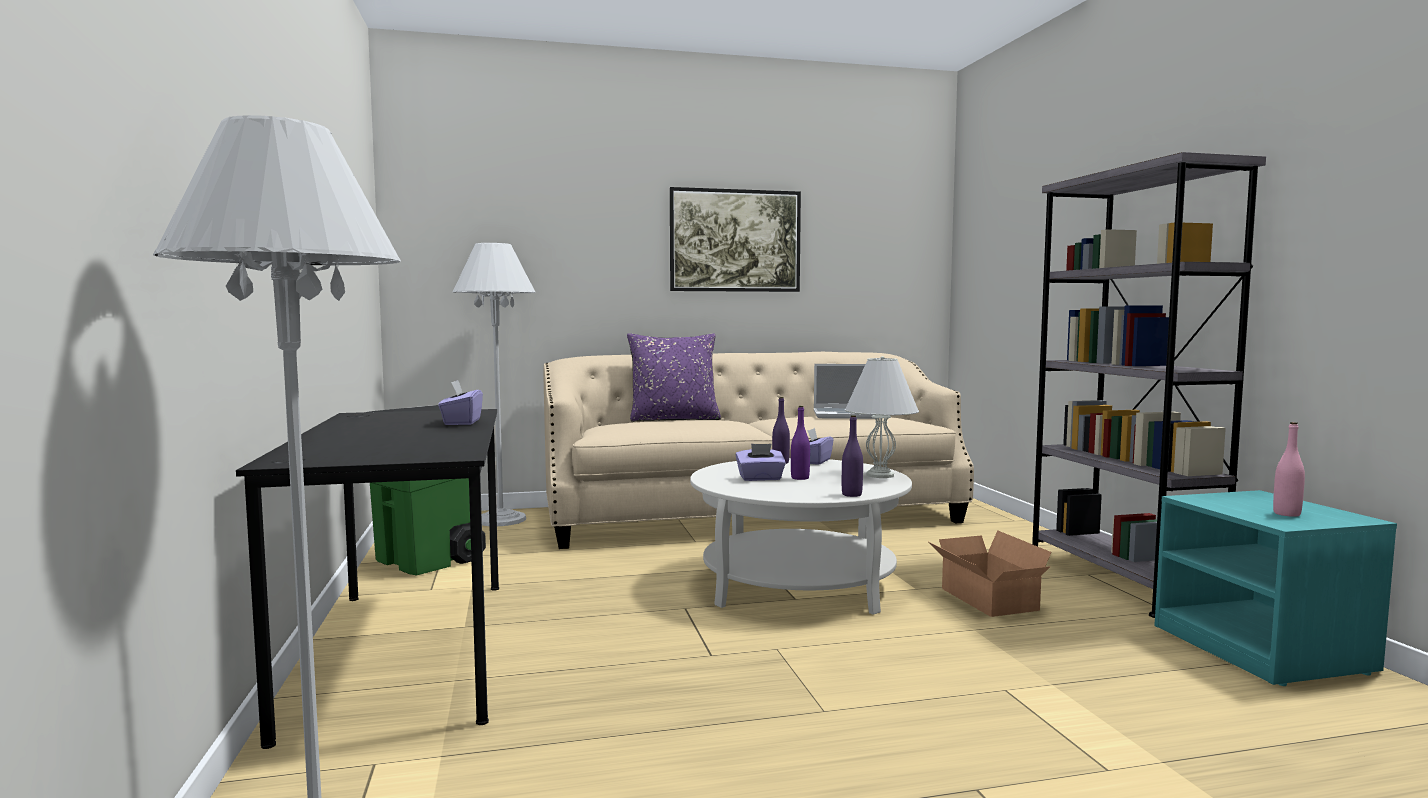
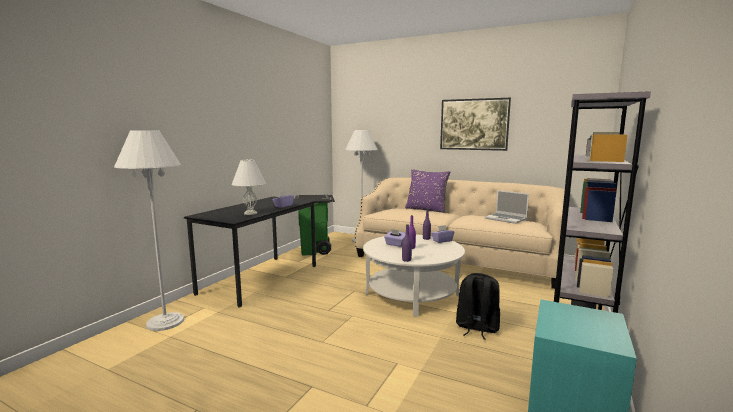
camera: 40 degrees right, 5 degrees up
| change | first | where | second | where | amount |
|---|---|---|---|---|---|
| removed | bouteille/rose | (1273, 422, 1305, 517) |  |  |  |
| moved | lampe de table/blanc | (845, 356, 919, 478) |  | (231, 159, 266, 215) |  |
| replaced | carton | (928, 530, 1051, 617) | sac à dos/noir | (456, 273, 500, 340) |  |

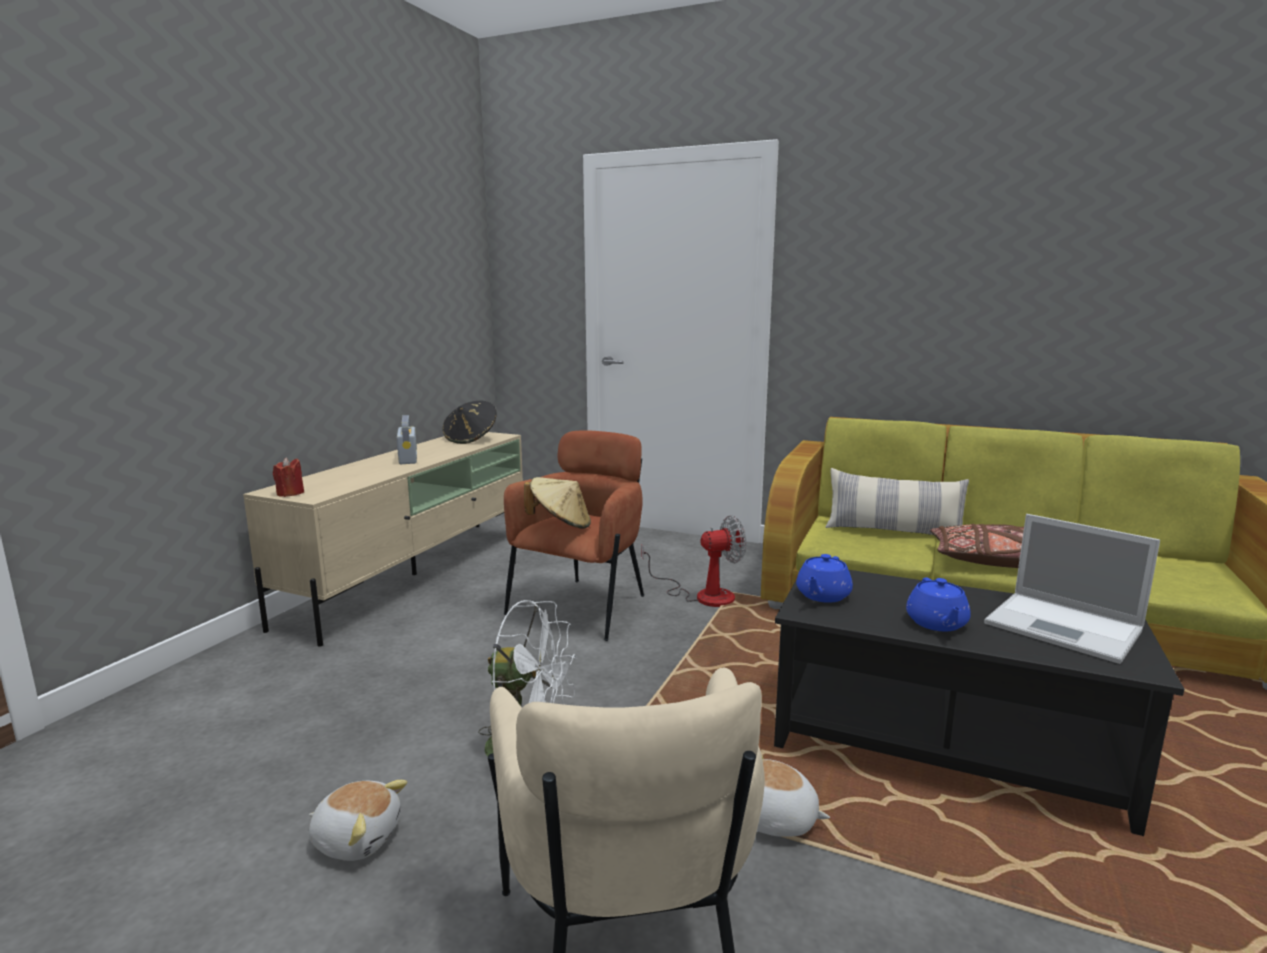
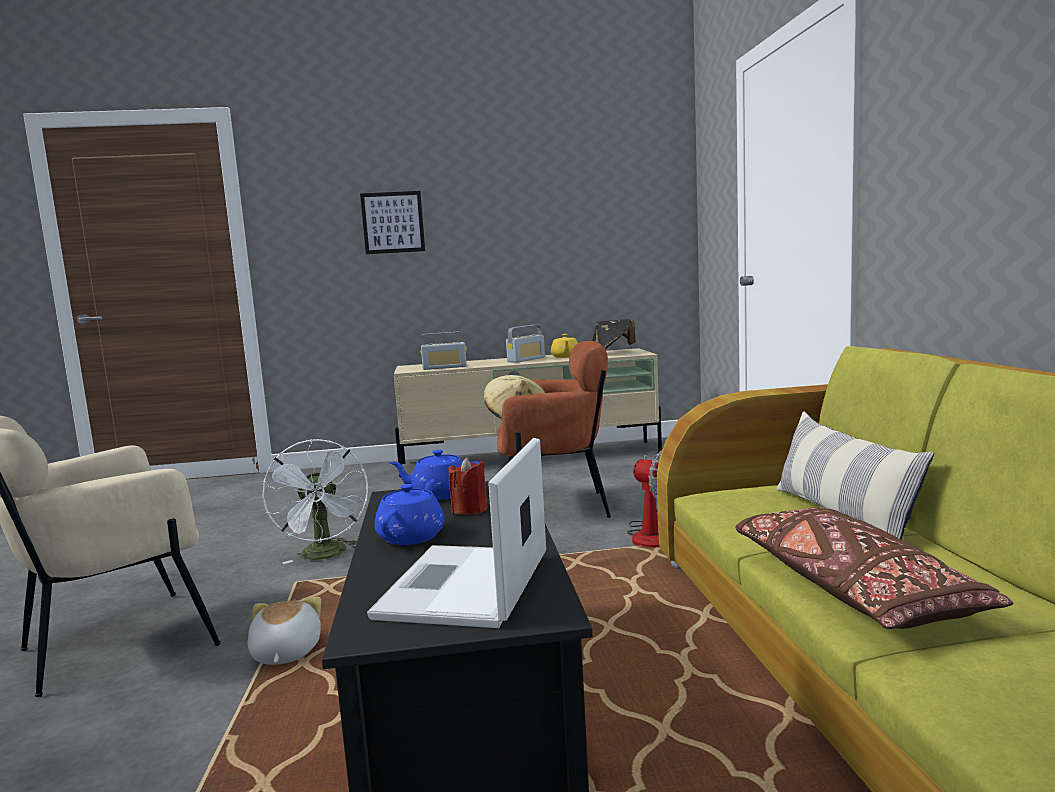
camera: 60 degrees right, 5 degrees down
| change | first | where | second | where | amount |
|---|---|---|---|---|---|
| removed | peluche | (309, 780, 407, 861) |  |  |  |
| added |  |  | tableau | (360, 191, 425, 254) |  |
| added |  |  | radio | (420, 332, 467, 370) |  |
| added |  |  | théière/jaune | (551, 334, 578, 358) |  |
| moved | bougie/rouge | (273, 458, 304, 497) |  | (449, 457, 488, 515) |  |
| turned | théière/bleu | (906, 577, 971, 631) |  | (375, 479, 445, 545) | 135 degrees clockwise |

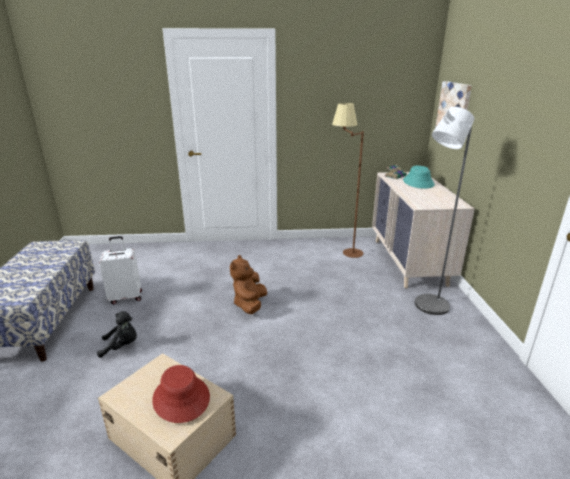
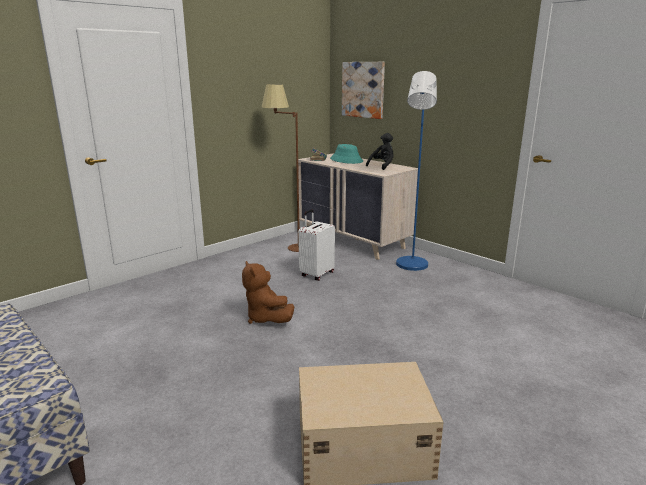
camera: 40 degrees left, 5 degrees down
| change | first | where | second | where | amount |
|---|---|---|---|---|---|
| removed | chapeau/rouge | (152, 365, 210, 423) |  |  |  |
| moved | peluche/noir | (97, 311, 137, 358) |  | (366, 133, 394, 170) |  |
| moved | valise/blanc | (99, 236, 142, 304) |  | (298, 209, 335, 281) |  |
| recoloured | lampadaire/gris | (415, 107, 475, 315) | lampadaire/bleu | (396, 71, 437, 271) |  |

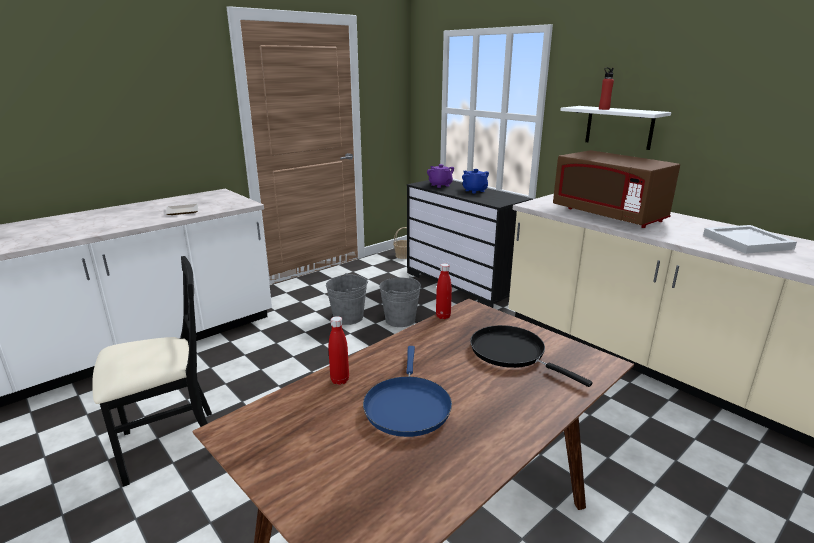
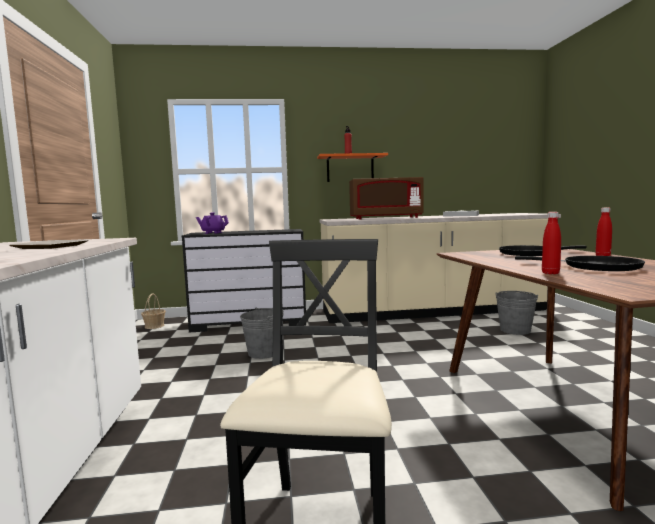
camera: 55 degrees left, 15 degrees down
| change | first | where | second | where | amount |
|---|---|---|---|---|---|
| removed | théière/bleu | (462, 169, 489, 193) |  |  |  |
| moved | seau/gris | (326, 273, 368, 325) |  | (495, 291, 538, 335) |  |
| moved | bouteille/rouge | (436, 263, 452, 319) |  | (595, 208, 612, 256) |  |
| recoloured | poêle/bleu | (363, 346, 452, 437) | poêle/noir | (515, 256, 645, 271) |  |
| recoloured | étagère/blanc | (560, 106, 671, 150) | étagère/orange | (317, 153, 388, 182) |  |

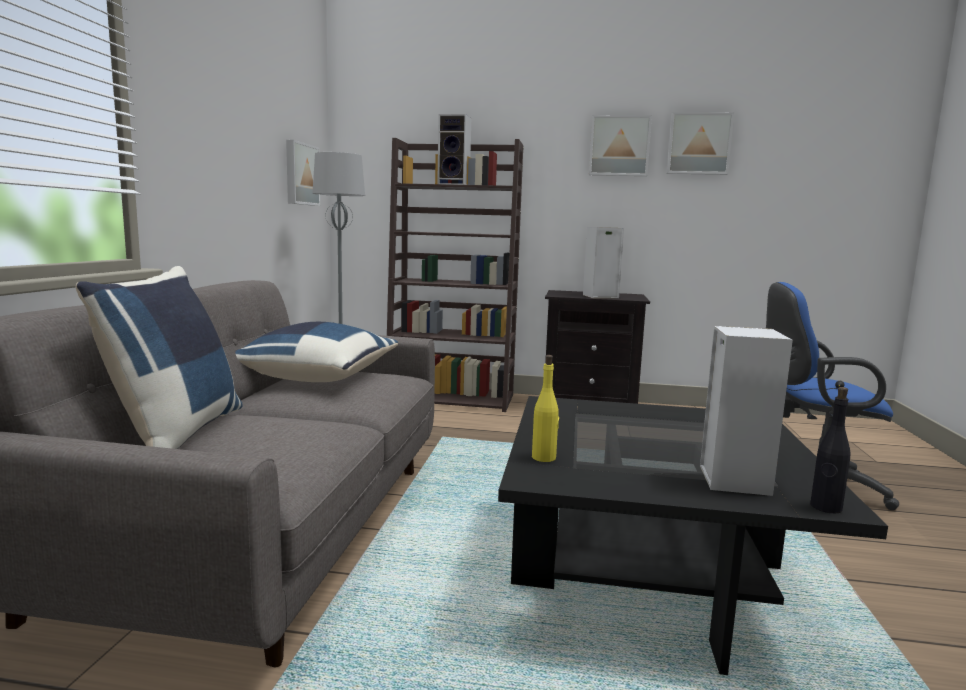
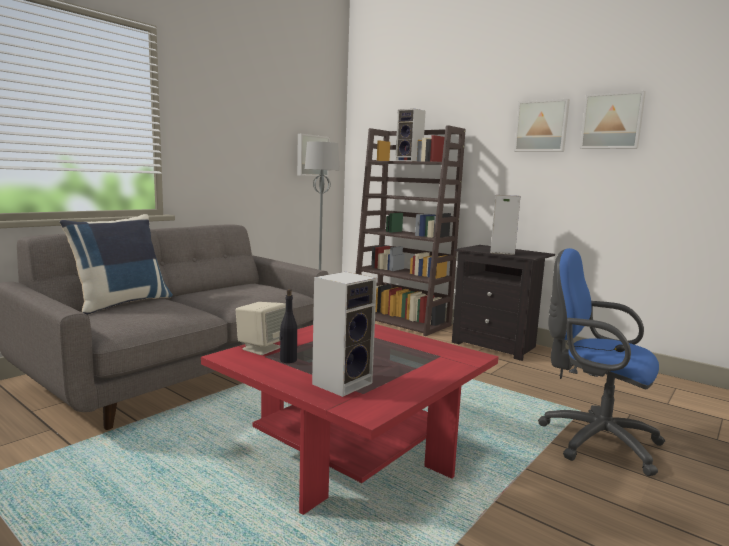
camera: 30 degrees right, 0 degrees up
| change | first | where | second | where | amount |
|---|---|---|---|---|---|
| removed | coussin/bleu | (235, 322, 398, 382) |  |  |  |
| moved | bouteille/noir | (810, 387, 850, 513) |  | (280, 289, 297, 363) |  |
| replaced | bouteille/jaune | (532, 355, 559, 462) | enceinte/beige | (236, 302, 286, 355) |  |
| recoloured | table basse/noir | (498, 396, 888, 675) | table basse/rouge | (201, 324, 499, 515) |  |

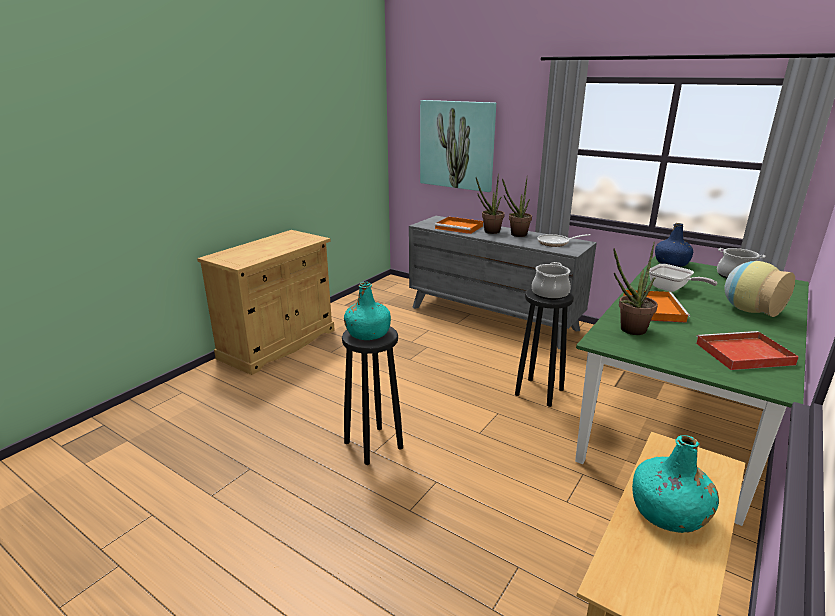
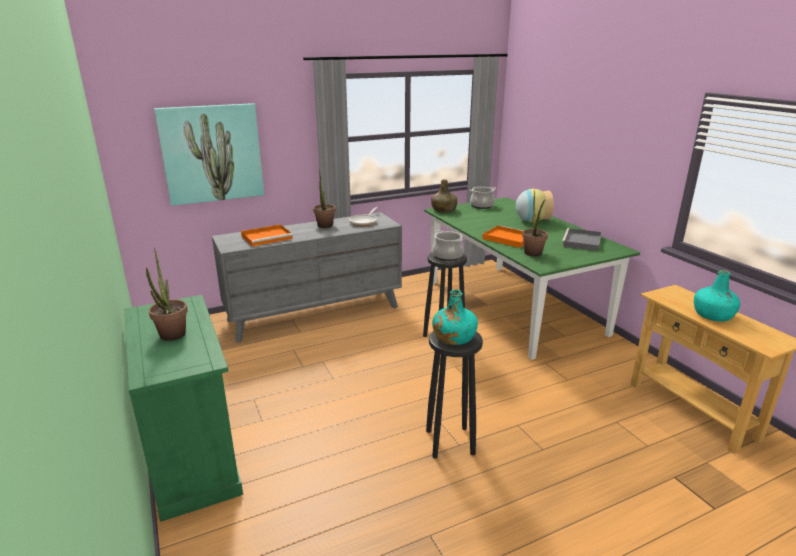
camera: 60 degrees left, 0 degrees up
| change | first | where | second | where | amount |
|---|---|---|---|---|---|
| removed | poêle | (649, 264, 718, 292) |  |  |  |
| moved | plante en pot | (476, 173, 505, 234) |  | (146, 248, 188, 341) |  |
| recoloured | meuble de rangement/beige | (197, 230, 335, 375) | meuble de rangement/vert | (125, 295, 243, 522) |  |
| recoloured | bouteille/bleu | (655, 223, 693, 267) | bouteille/vert | (431, 180, 457, 213) |  |
| recoloured | plateau/rouge | (696, 331, 799, 370) | plateau/gris | (562, 228, 602, 251) |  |

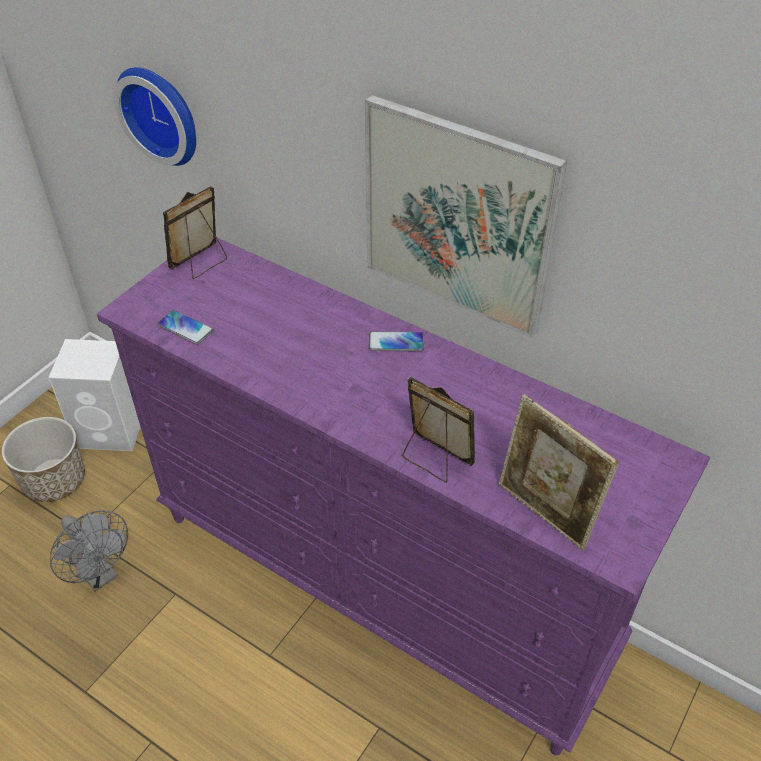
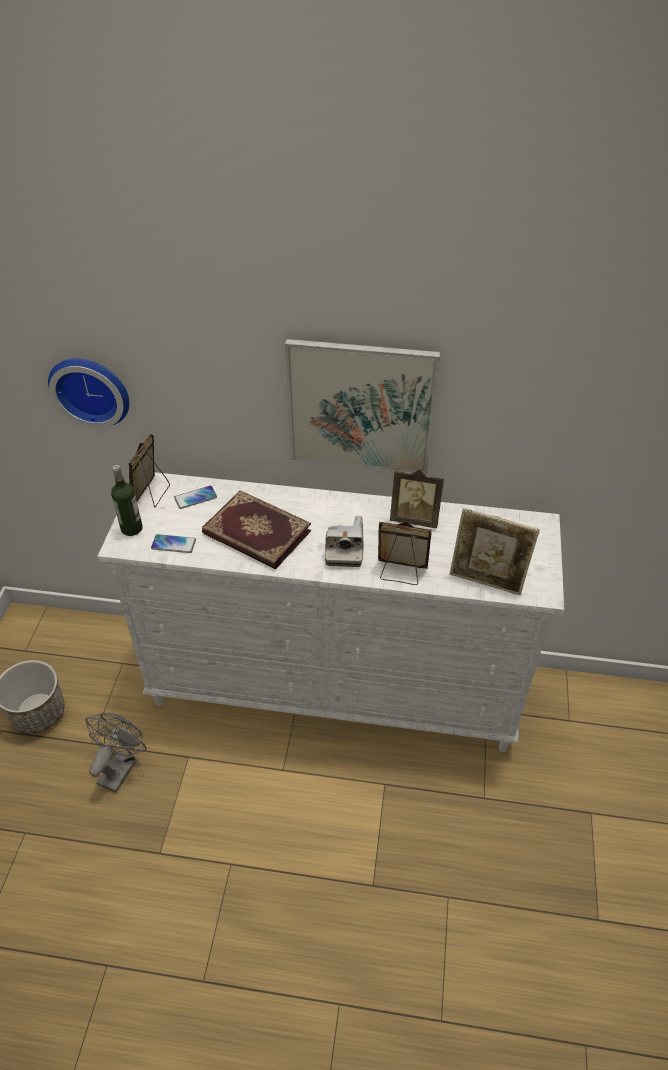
camera: 25 degrees left, 0 degrees up
| change | first | where | second | where | amount |
|---|---|---|---|---|---|
| removed | enceinte/blanc | (48, 339, 140, 451) |  |  |  |
| added |  |  | bouteille | (111, 465, 143, 536) |  |
| added |  |  | livre | (202, 490, 311, 569) |  |
| added |  |  | appareil photo | (325, 516, 364, 567) |  |
| added |  |  | cadre photo | (390, 469, 444, 528) |  |
| moved | téléphone | (369, 331, 424, 351) |  | (174, 486, 217, 509) |  |
| recoloured | commode/violet | (97, 238, 710, 755) | commode/blanc | (98, 472, 564, 752) |  |
| turned | ventilateur/gris | (50, 510, 128, 592) |  | (85, 713, 146, 793) | 90 degrees counterclockwise |

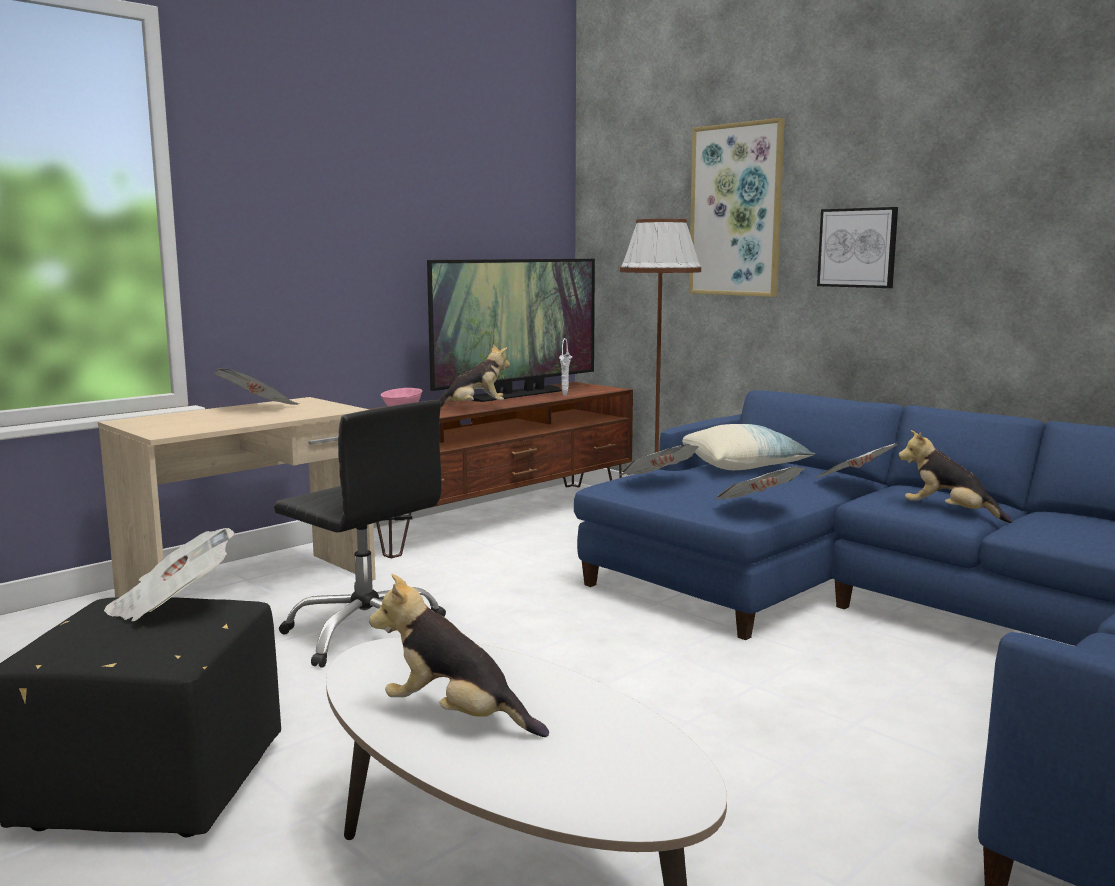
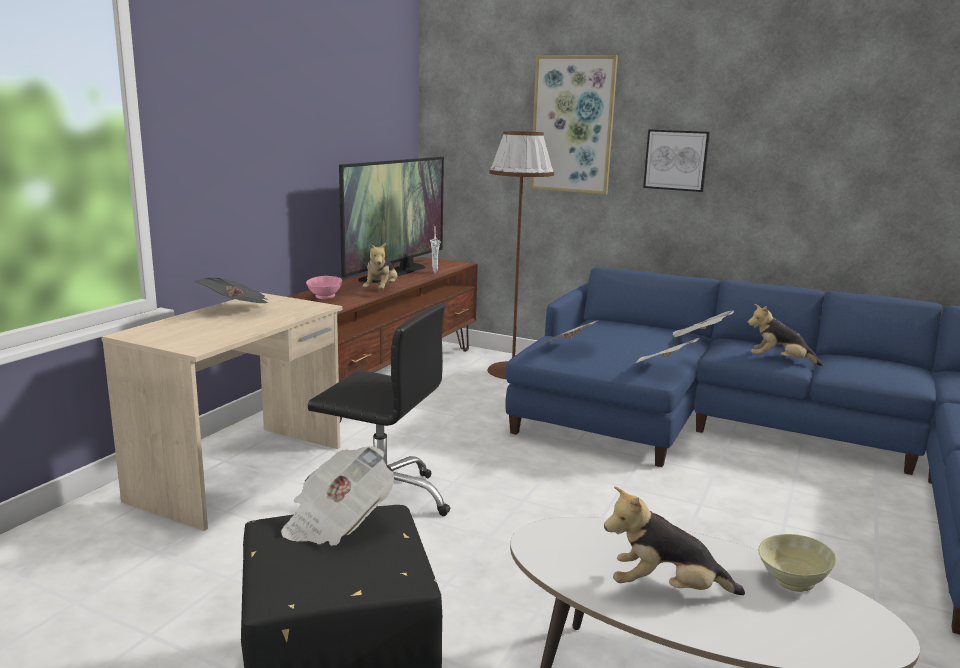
camera: 20 degrees left, 5 degrees up
| change | first | where | second | where | amount |
|---|---|---|---|---|---|
| removed | coussin | (682, 424, 815, 470) |  |  |  |
| added |  |  | bol/beige | (758, 534, 836, 592) |  |
| turned | peluche | (439, 345, 510, 407) |  | (363, 242, 397, 290) | 135 degrees clockwise |

